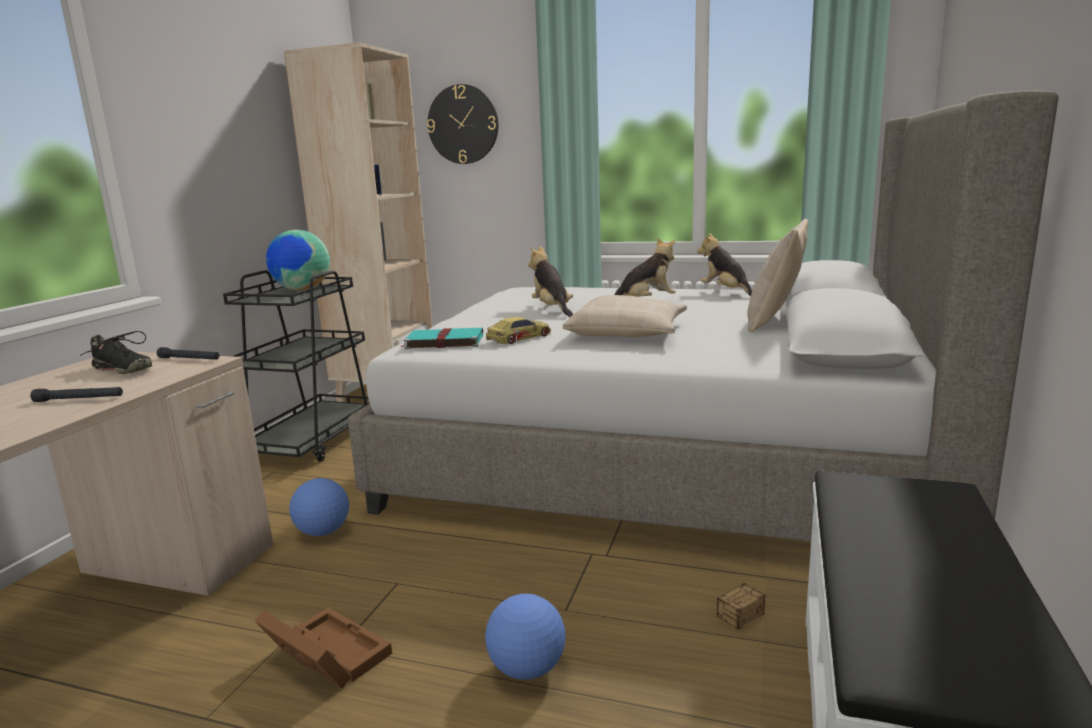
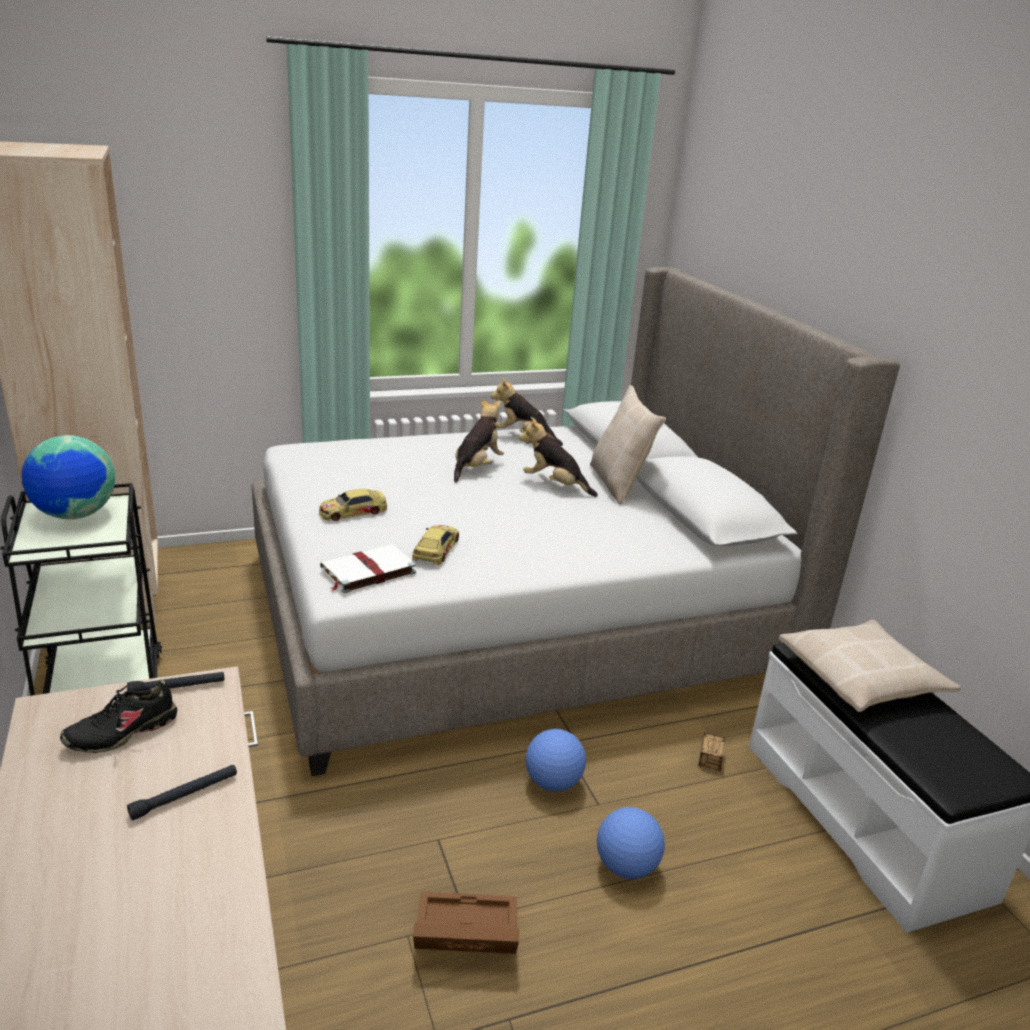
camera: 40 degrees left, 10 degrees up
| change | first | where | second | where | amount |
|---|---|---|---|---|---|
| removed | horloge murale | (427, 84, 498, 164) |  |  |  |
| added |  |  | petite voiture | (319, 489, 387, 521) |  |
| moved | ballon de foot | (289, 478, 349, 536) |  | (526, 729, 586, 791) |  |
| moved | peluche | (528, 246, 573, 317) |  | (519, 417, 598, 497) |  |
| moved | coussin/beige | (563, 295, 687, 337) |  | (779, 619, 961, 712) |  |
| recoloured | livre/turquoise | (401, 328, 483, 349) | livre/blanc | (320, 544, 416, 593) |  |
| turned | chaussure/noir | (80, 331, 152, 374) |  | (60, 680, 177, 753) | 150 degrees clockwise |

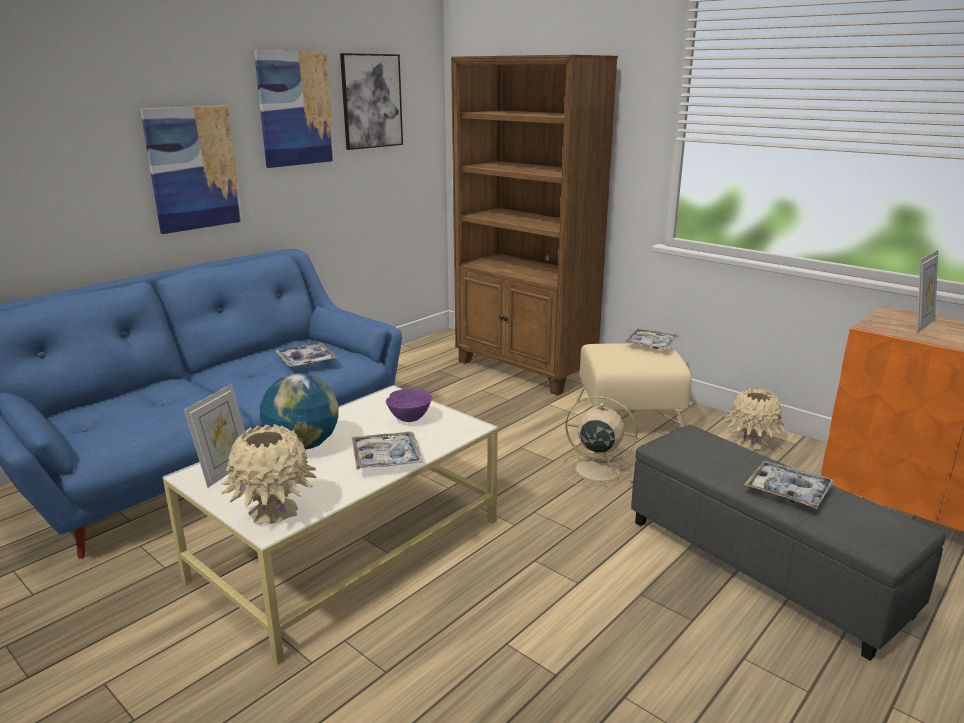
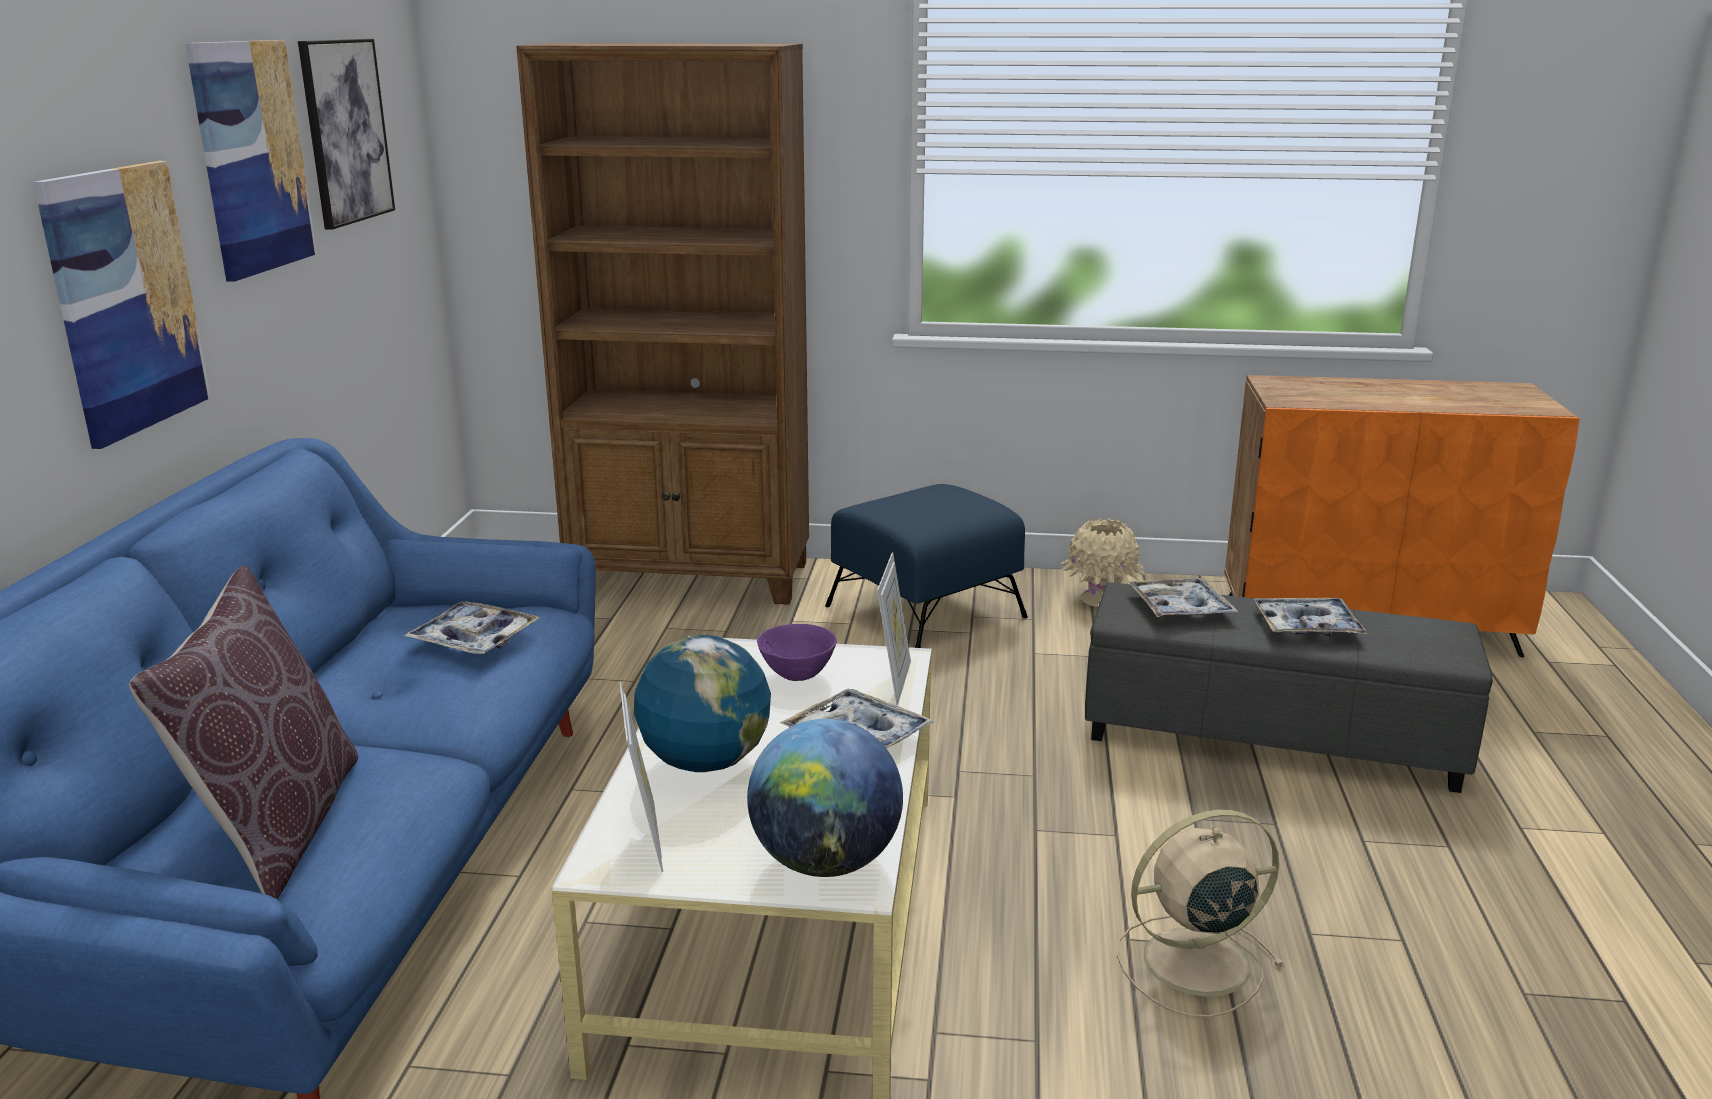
camera: 35 degrees left, 0 degrees up
| change | first | where | second | where | amount |
|---|---|---|---|---|---|
| added |  |  | coussin/marron | (129, 566, 358, 899) |  |
| moved | ventilateur/beige | (562, 396, 637, 486) |  | (1117, 809, 1284, 1018) |  |
| moved | plateau | (625, 328, 679, 349) |  | (1127, 578, 1238, 617) |  |
| moved | cadre photo | (917, 250, 938, 333) |  | (877, 552, 911, 705) |  |
| replaced | vase/beige | (221, 424, 317, 524) | globe | (747, 719, 903, 877) |  |
| recoloured | pouf/beige | (576, 343, 691, 427) | pouf/bleu | (825, 484, 1028, 648) |  |

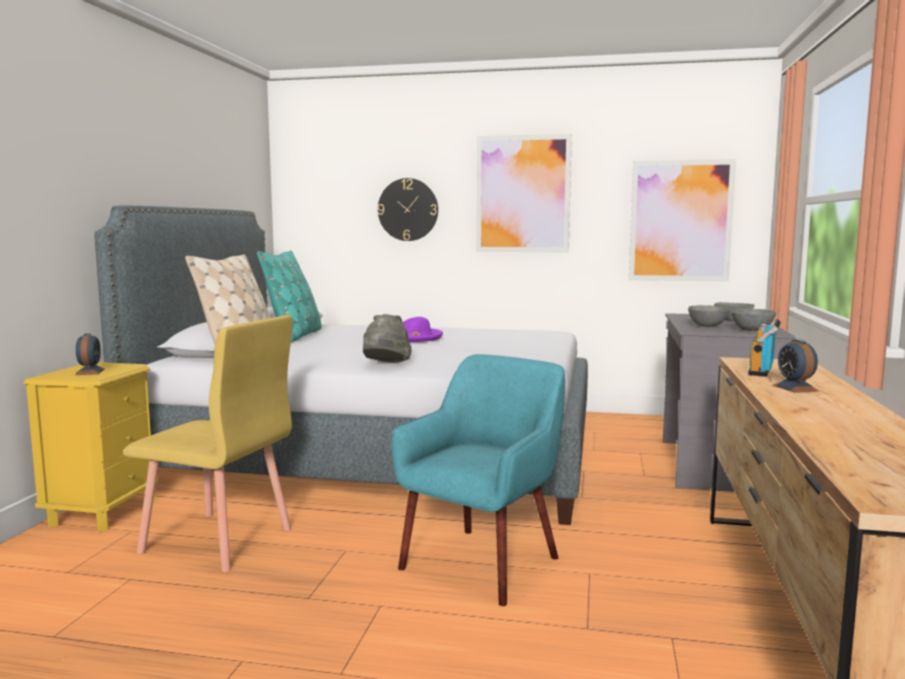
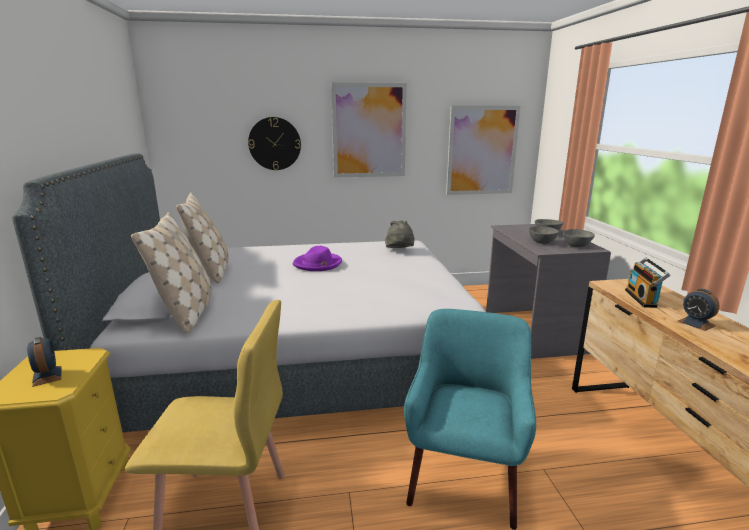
camera: 20 degrees left, 10 degrees up
| change | first | where | second | where | amount |
|---|---|---|---|---|---|
| moved | chapeau/gris | (363, 314, 411, 362) |  | (385, 221, 415, 248) |  |
| recoloured | coussin/turquoise | (257, 250, 322, 342) | coussin/beige | (176, 192, 229, 283) |  |

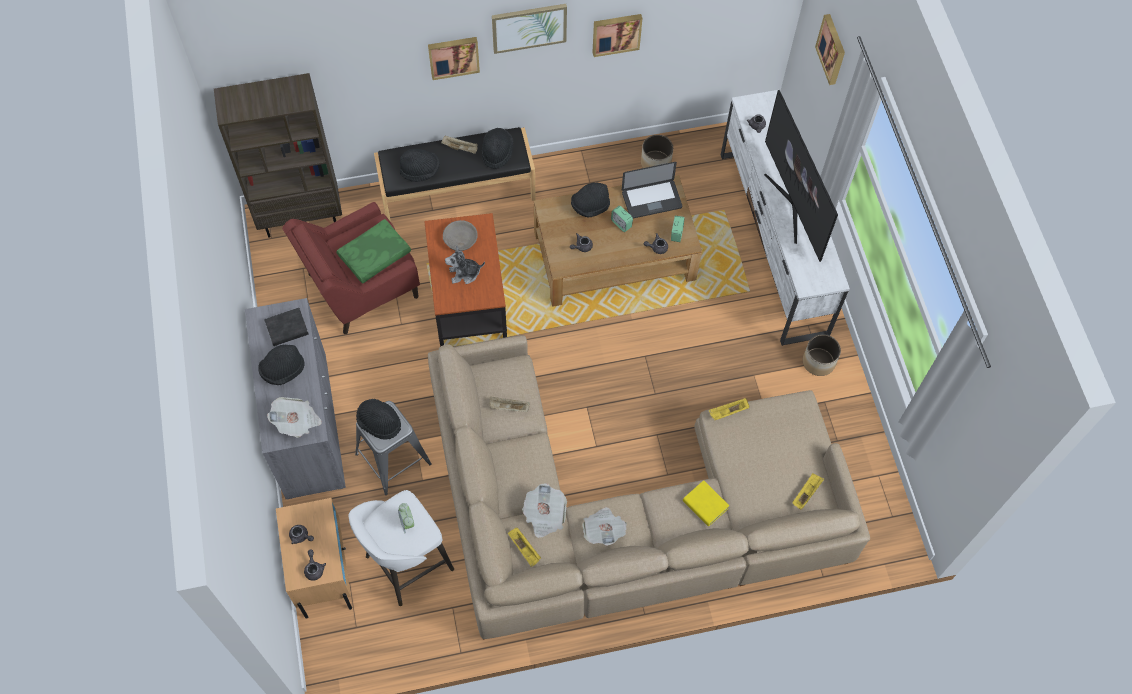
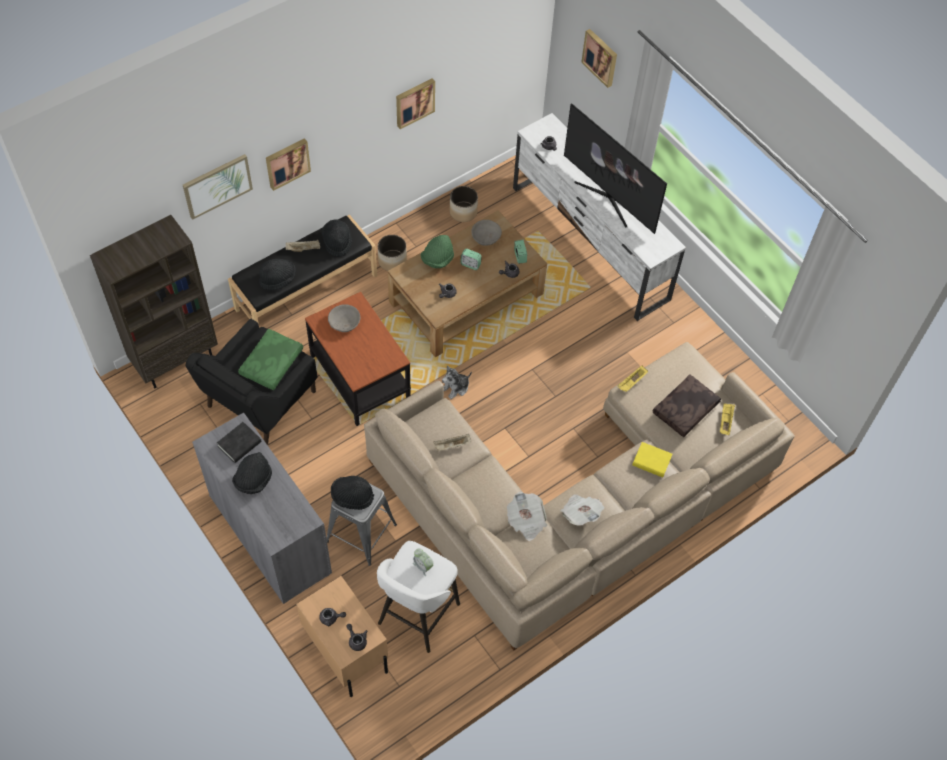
camera: 25 degrees left, 5 degrees down
| change | first | where | second | where | amount |
|---|---|---|---|---|---|
| removed | journal | (267, 397, 322, 438) |  |  |  |
| removed | plateau/jaune | (508, 528, 541, 567) |  |  |  |
| added |  |  | coussin/marron | (653, 374, 721, 437) |  |
| moved | peluche | (445, 245, 485, 284) |  | (442, 365, 472, 399) |  |
| moved | tableau | (492, 4, 567, 54) |  | (183, 154, 253, 220) |  |
| moved | cache-pot | (803, 334, 841, 376) |  | (378, 235, 407, 271) |  |
| replaced | ordinateur portable | (622, 162, 683, 218) | bol/gris | (471, 220, 502, 246) |  |
| recoloured | fauteuil/rouge | (282, 202, 420, 334) | fauteuil/noir | (185, 319, 318, 445) |  |
| recoloured | chapeau/noir | (571, 182, 610, 217) | chapeau/vert | (421, 235, 454, 268) |  |

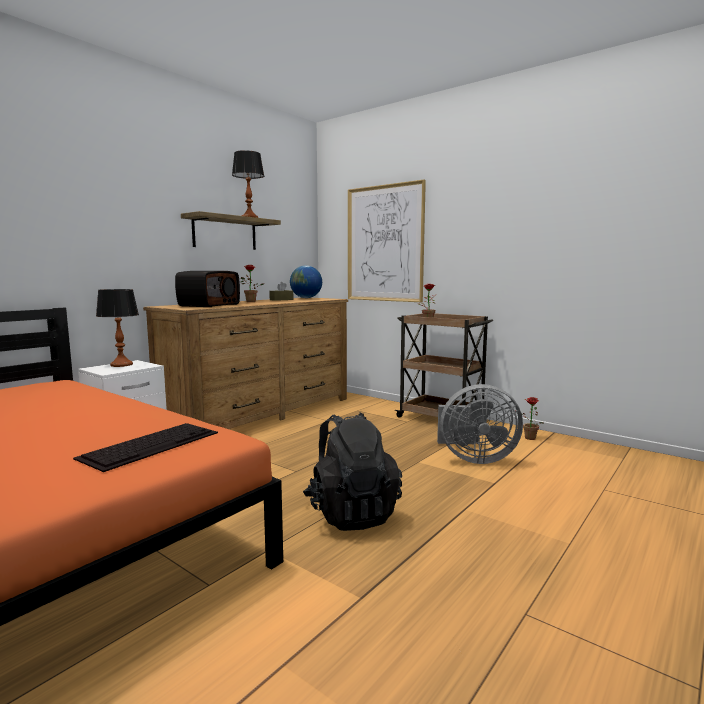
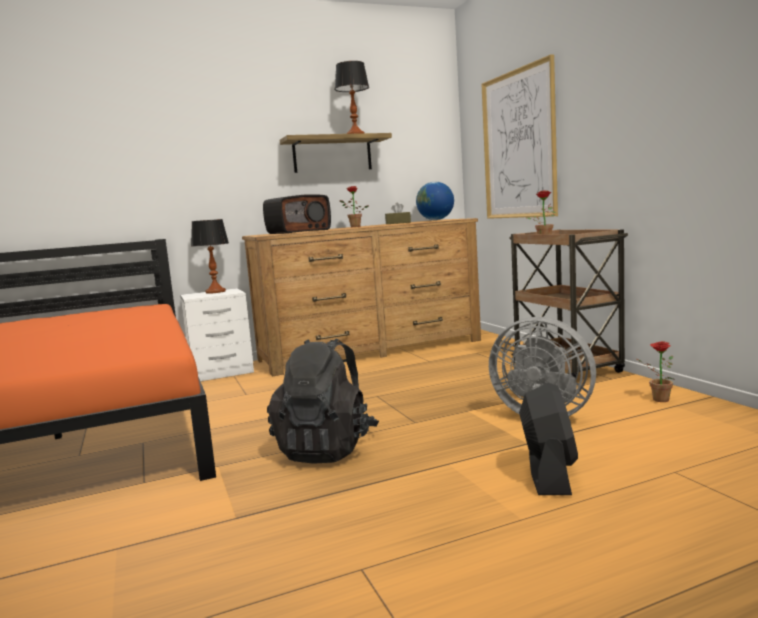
camera: 30 degrees right, 0 degrees up
| change | first | where | second | where | amount |
|---|---|---|---|---|---|
| removed | clavier | (73, 423, 218, 472) |  |  |  |
| added |  |  | ventilateur/noir | (519, 383, 578, 495) |  |

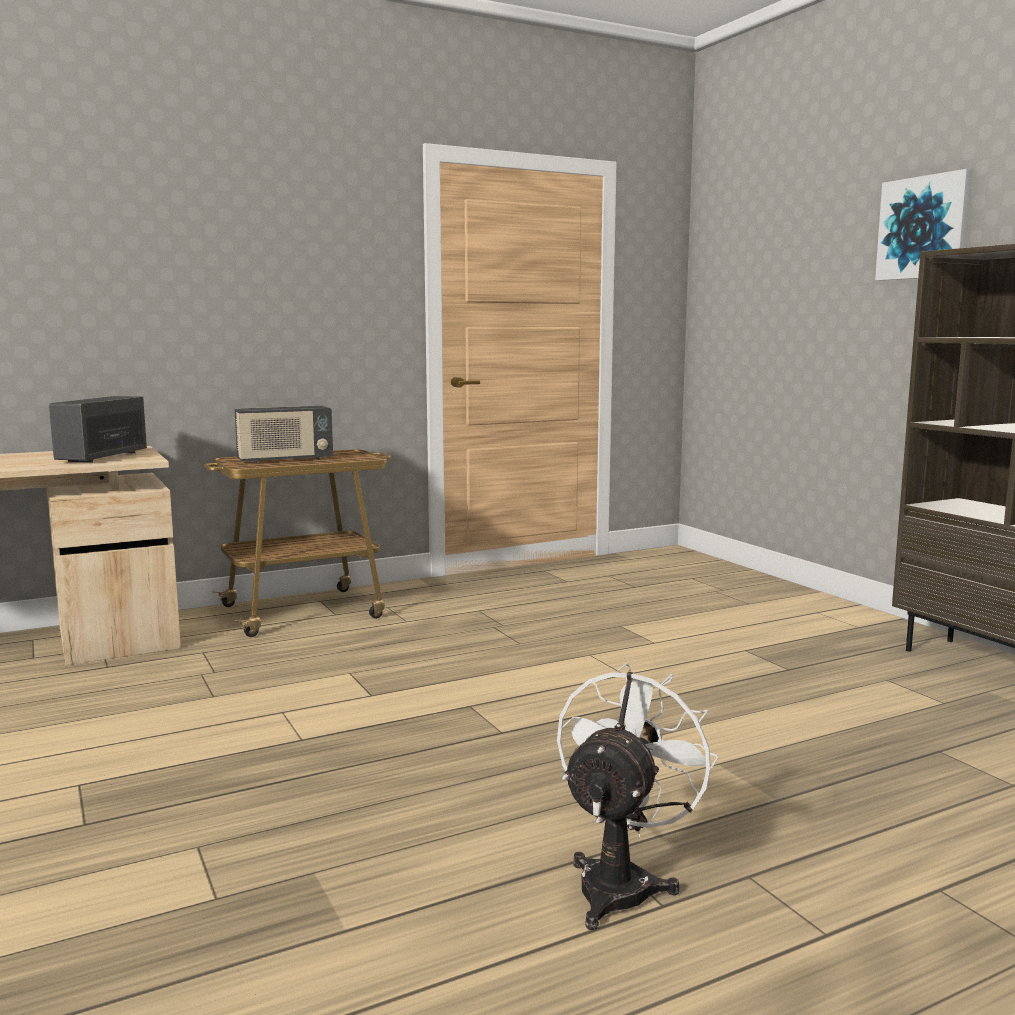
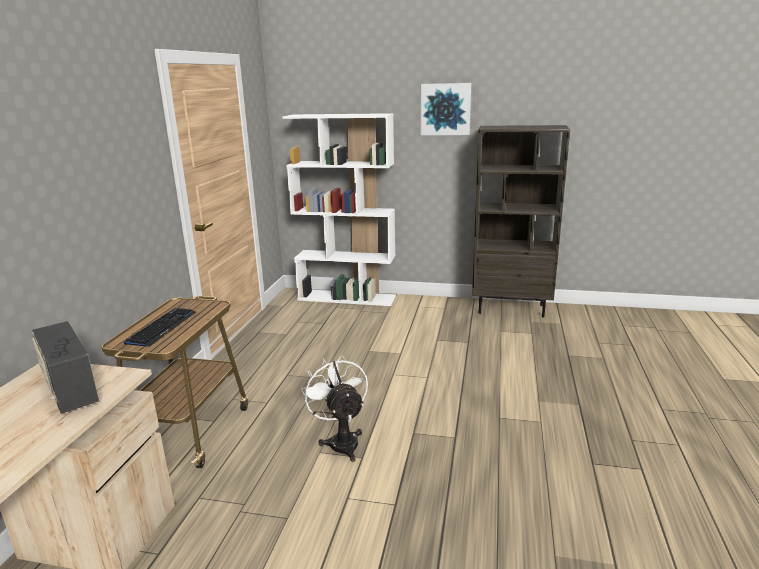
camera: 50 degrees left, 10 degrees up
| change | first | where | second | where | amount |
|---|---|---|---|---|---|
| added |  |  | bibliothèque/blanc | (282, 113, 396, 306) |  |
| moved | ventilateur/blanc | (557, 663, 719, 930) |  | (301, 355, 368, 462) |  |
| replaced | radio | (234, 406, 333, 463) | clavier | (124, 308, 196, 347) |  |

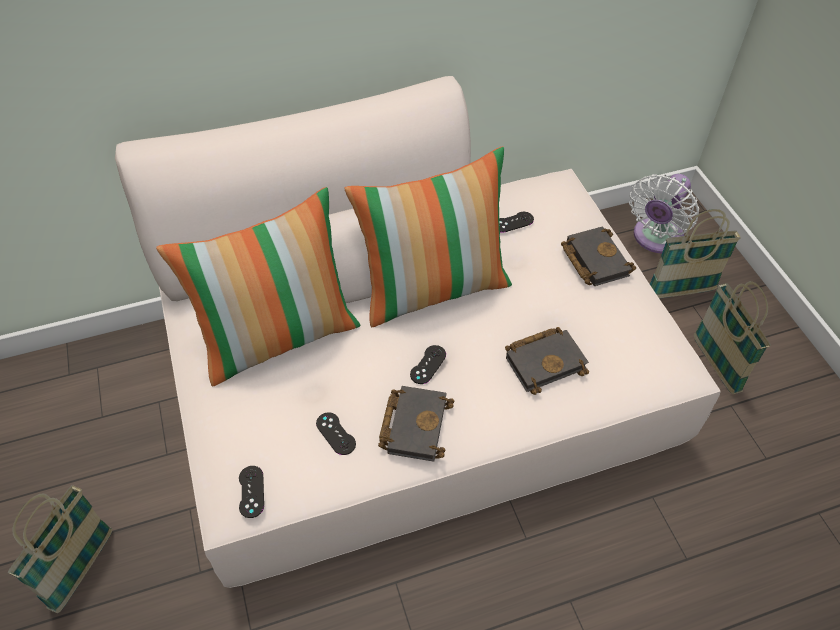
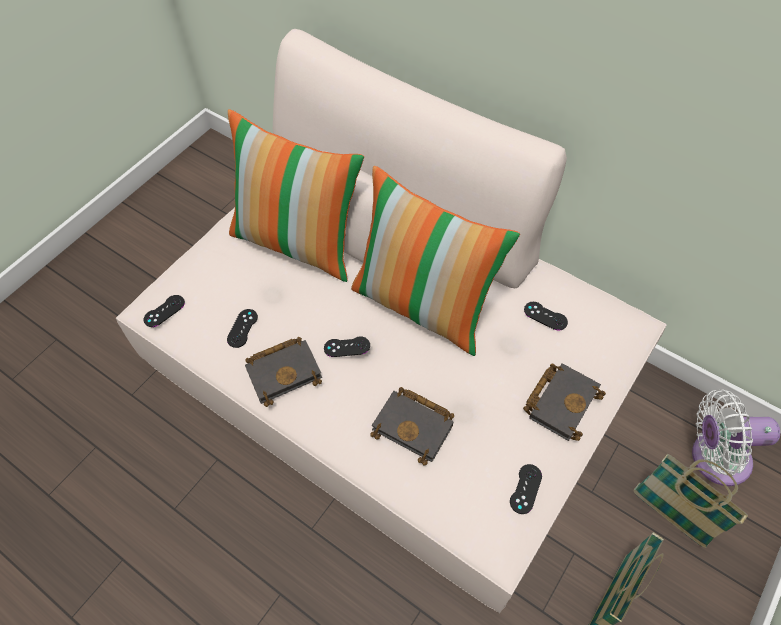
camera: 55 degrees right, 5 degrees up
| change | first | where | second | where | amount |
|---|---|---|---|---|---|
| removed | panier | (8, 485, 112, 613) |  |  |  |
| added |  |  | manette/noir | (510, 464, 542, 514) |  |

